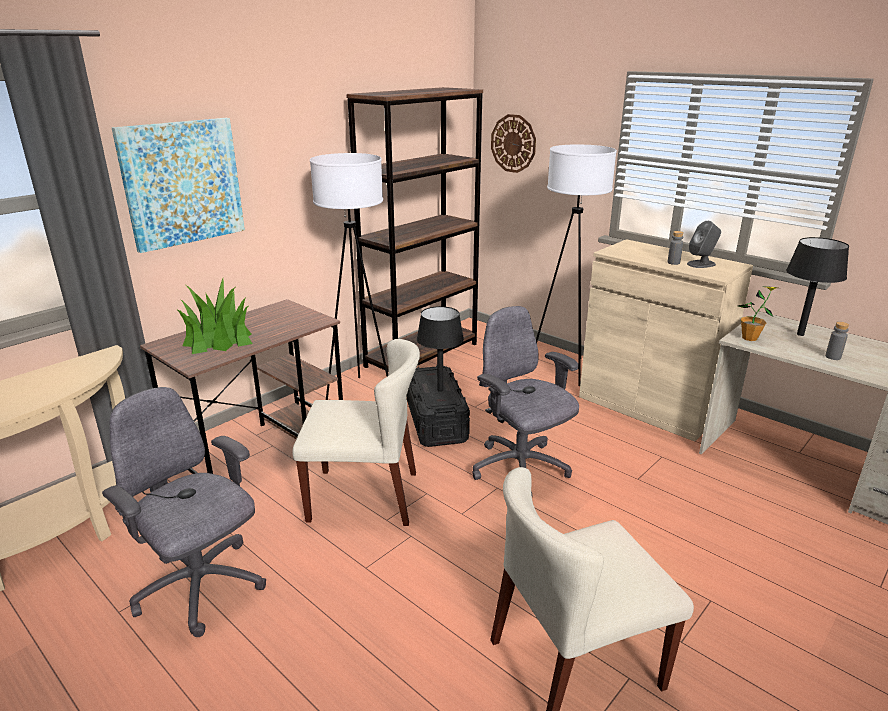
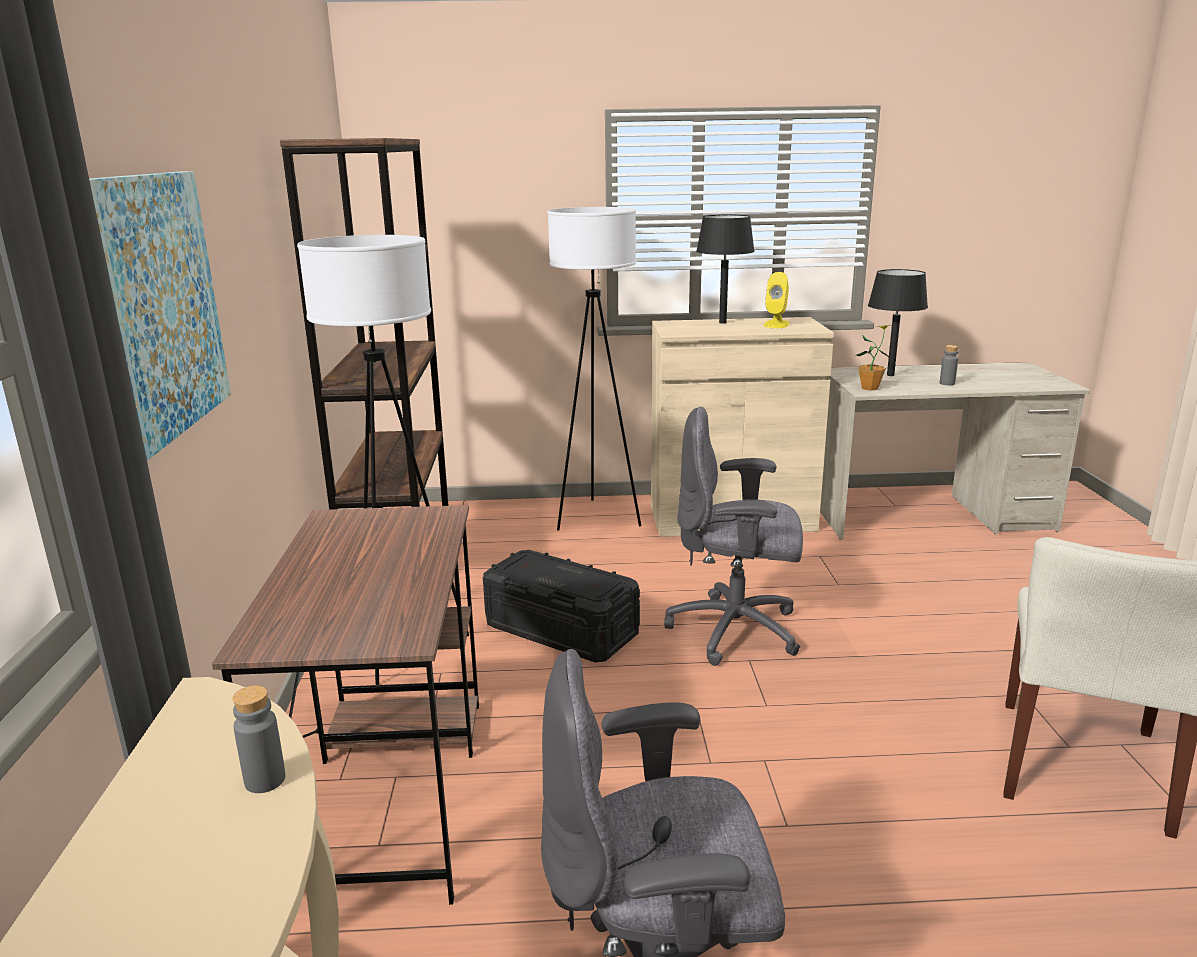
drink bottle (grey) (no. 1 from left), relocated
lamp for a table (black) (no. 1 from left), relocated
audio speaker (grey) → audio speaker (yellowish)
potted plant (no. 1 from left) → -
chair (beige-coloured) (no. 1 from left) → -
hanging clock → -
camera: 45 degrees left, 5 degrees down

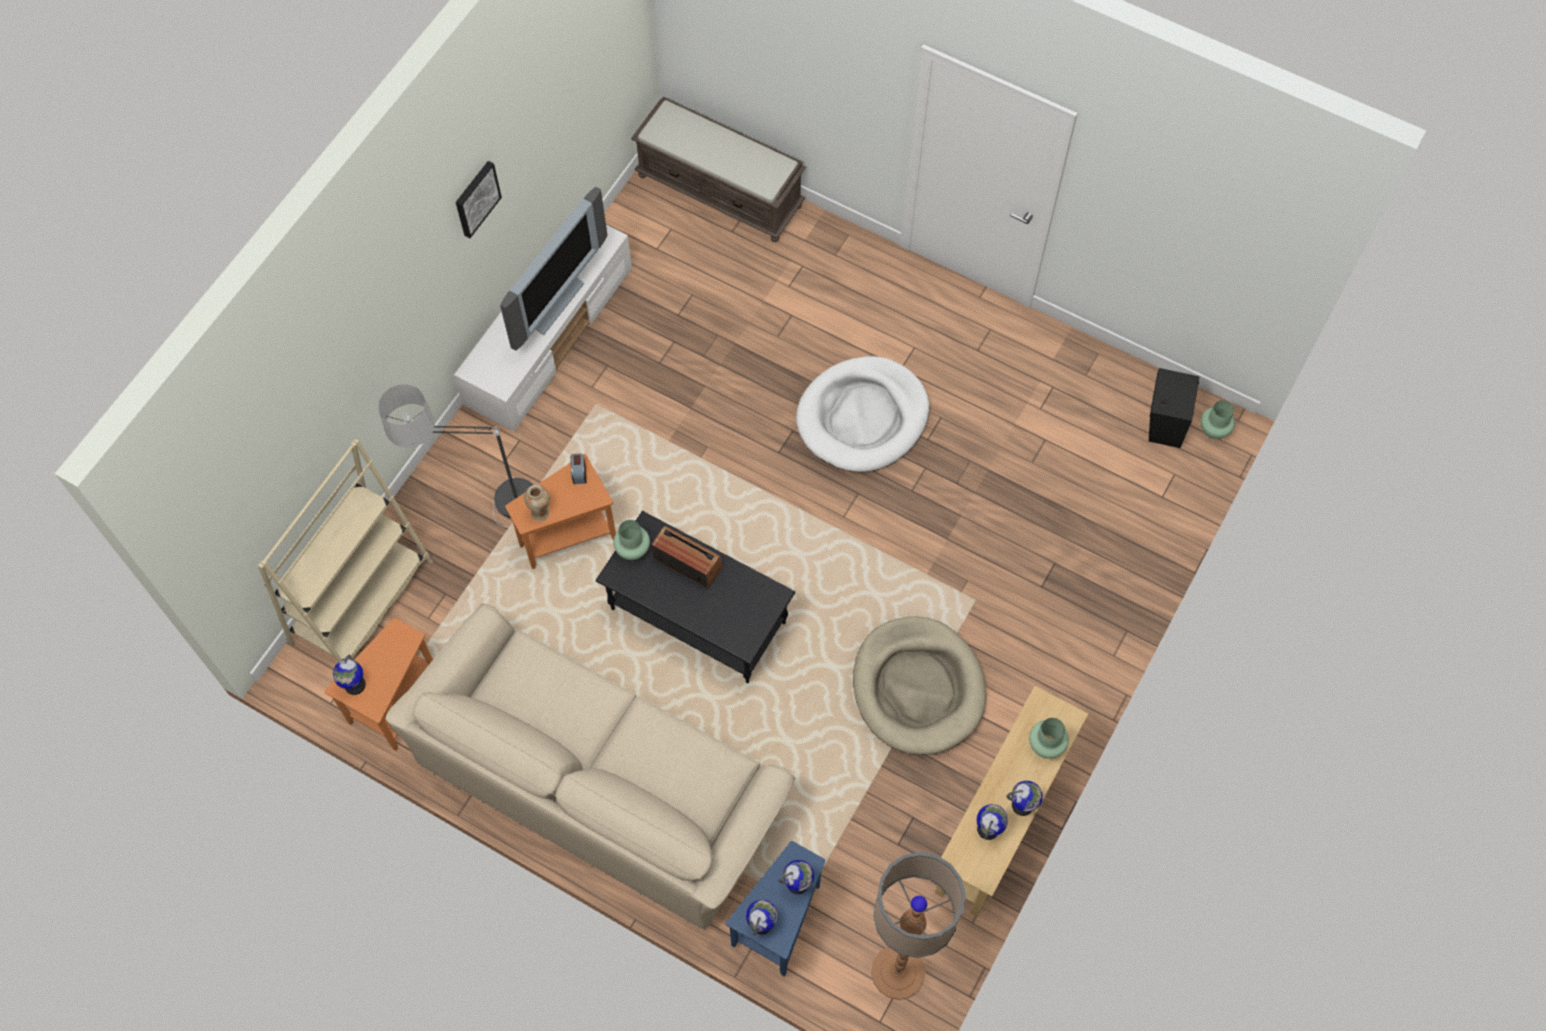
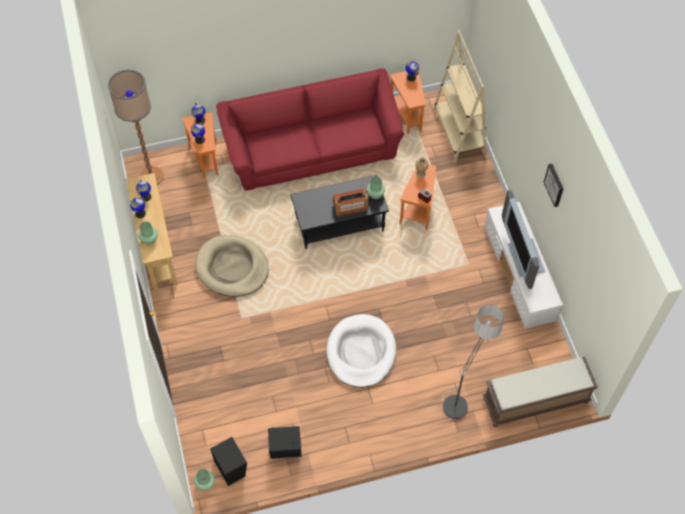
end table (blue-coloured) → end table (orange) (no. 1 from left)
settee (beige-coloured) → settee (reddish)
- → audio speaker (black) (no. 2 from left)
standing lamp (no. 1 from left in the first image) → standing lamp (no. 2 from left), relocated
camera: 135 degrees right, 5 degrees down

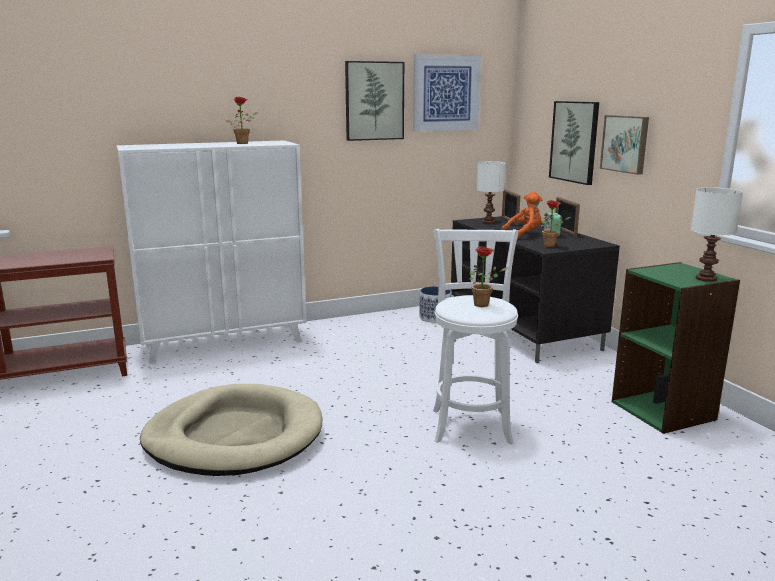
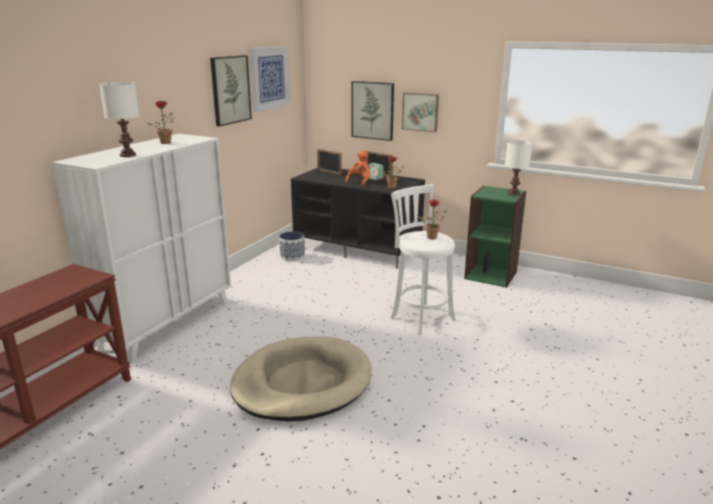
lamp for a table (whitish) (no. 1 from left), relocated
camera: 40 degrees left, 5 degrees up

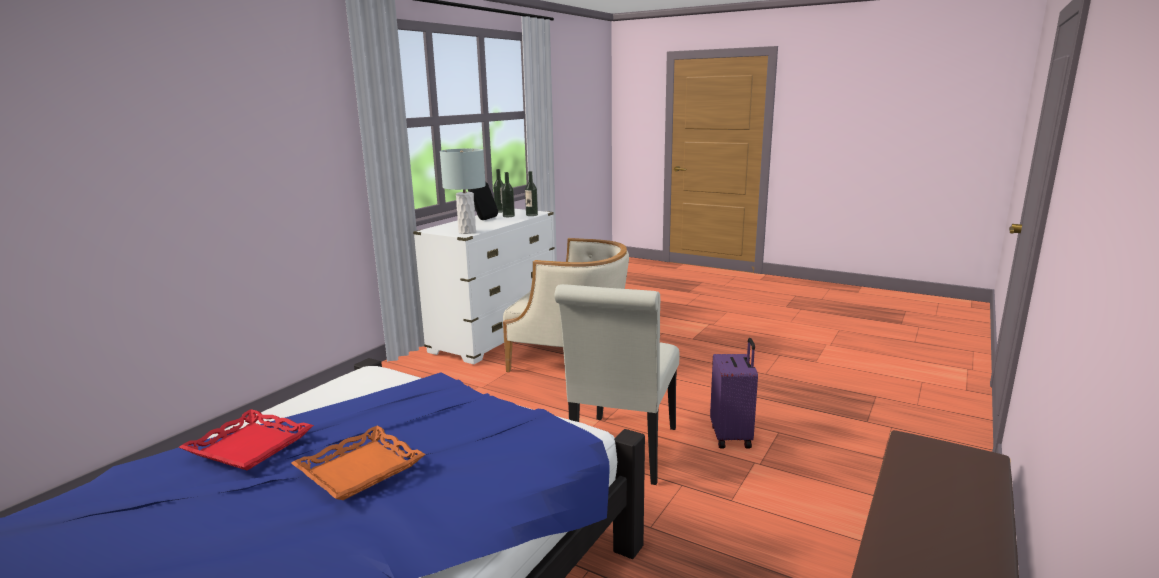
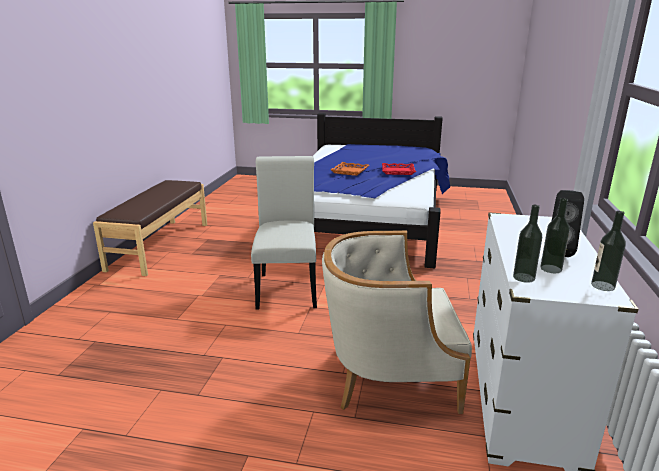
lamp for a table (grey) → -
piece of luggage (purple-coloured) → -
camera: 160 degrees right, 5 degrees up

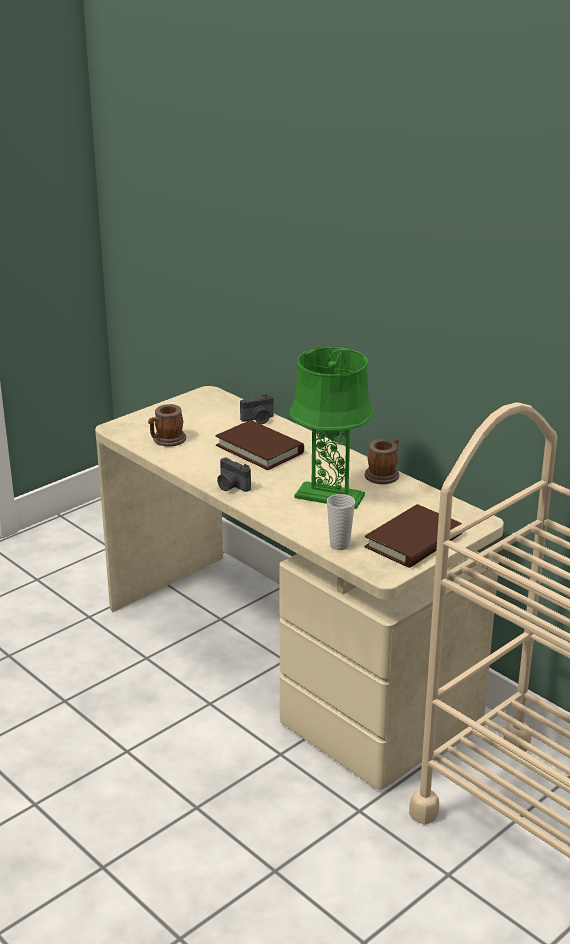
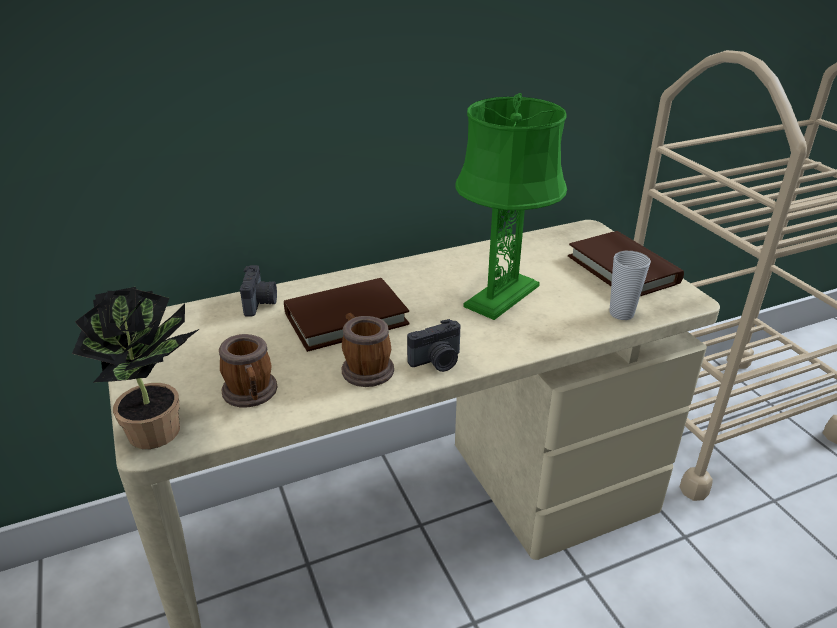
- → potted plant
mug (no. 2 from left), relocated
camera: 70 degrees left, 5 degrees up

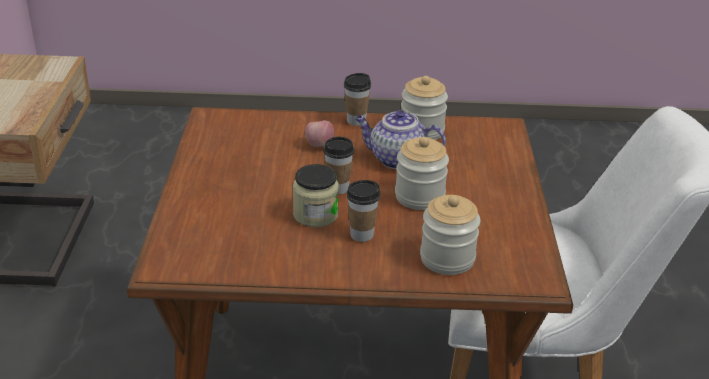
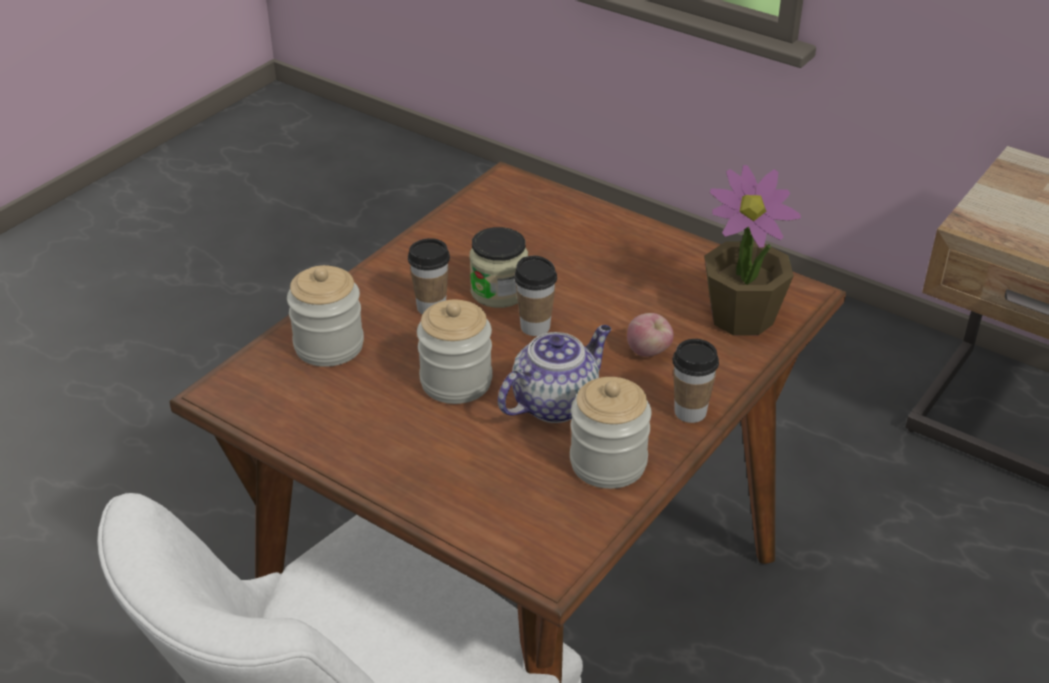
- → potted plant
camera: 125 degrees right, 5 degrees up

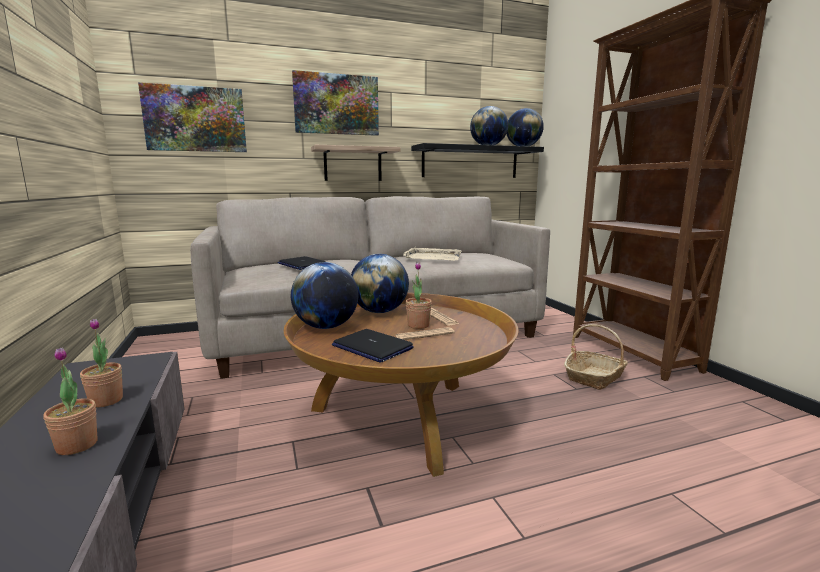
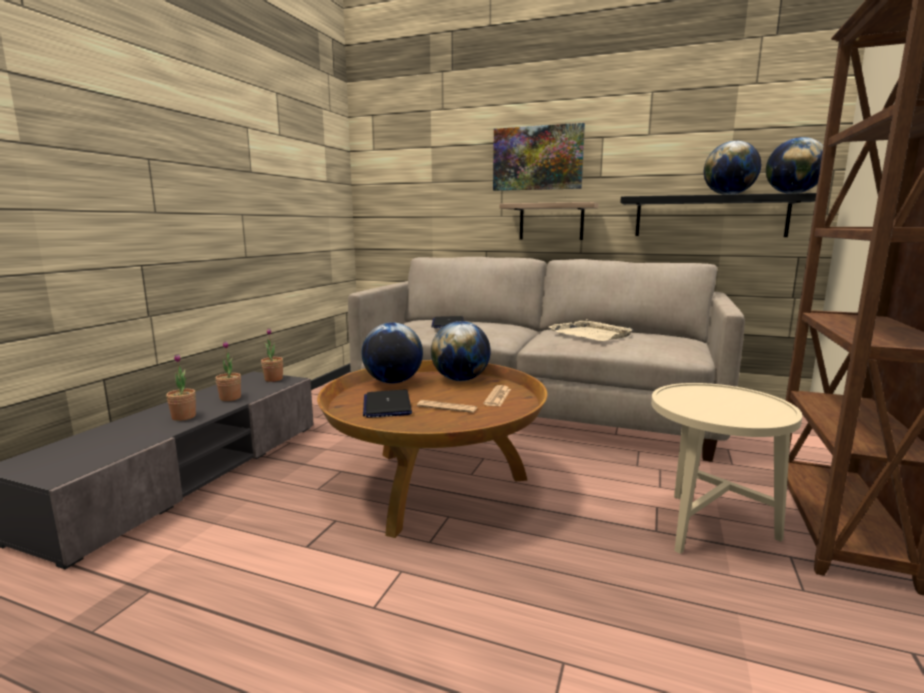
potted plant (no. 3 from left), relocated
household basket → end table (beige-coloured)
wall art (no. 1 from left) → -
camera: 40 degrees right, 0 degrees up

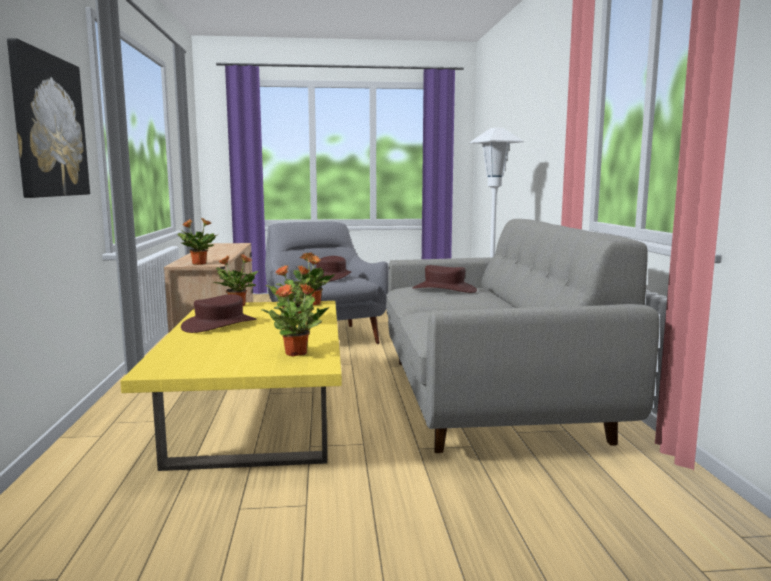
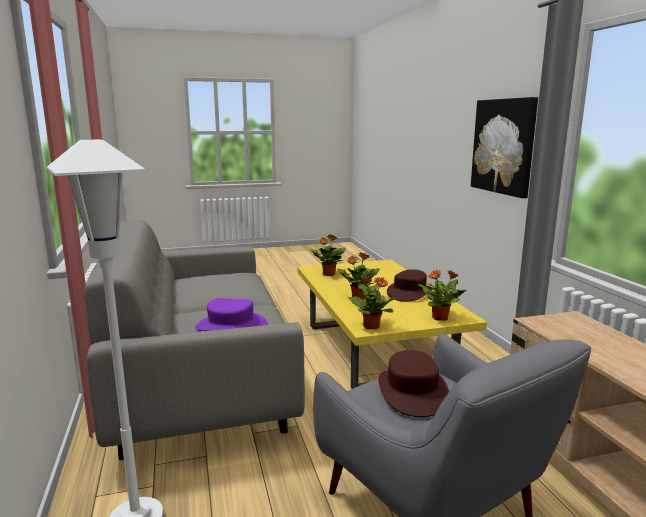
wearable hat (brown) (no. 3 from left) → wearable hat (purple-coloured)
potted plant (no. 1 from left) → -
camera: 170 degrees right, 5 degrees up

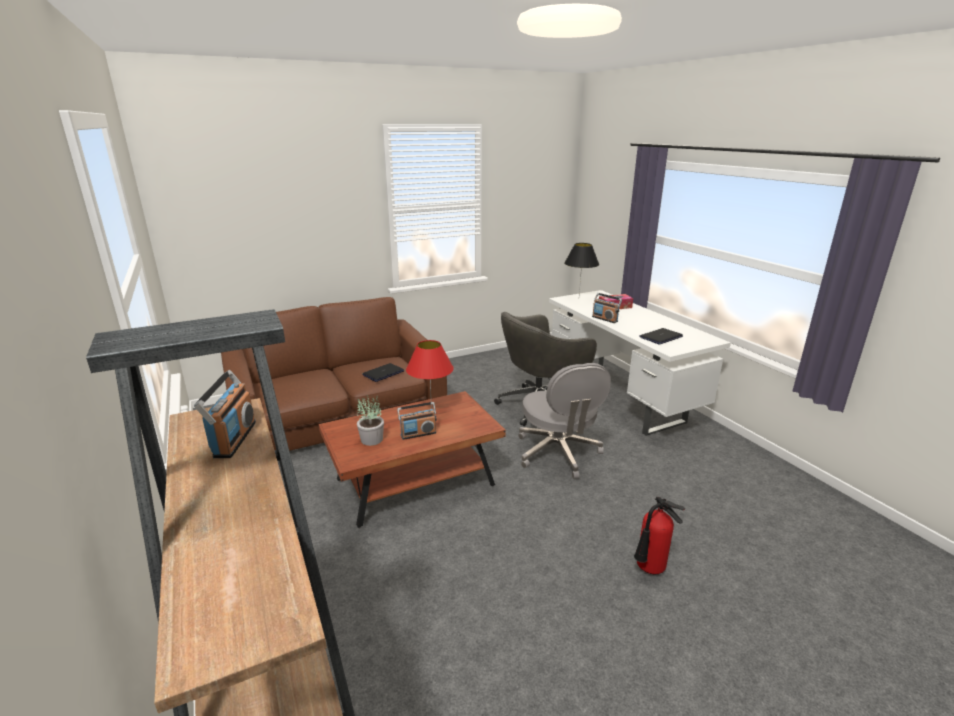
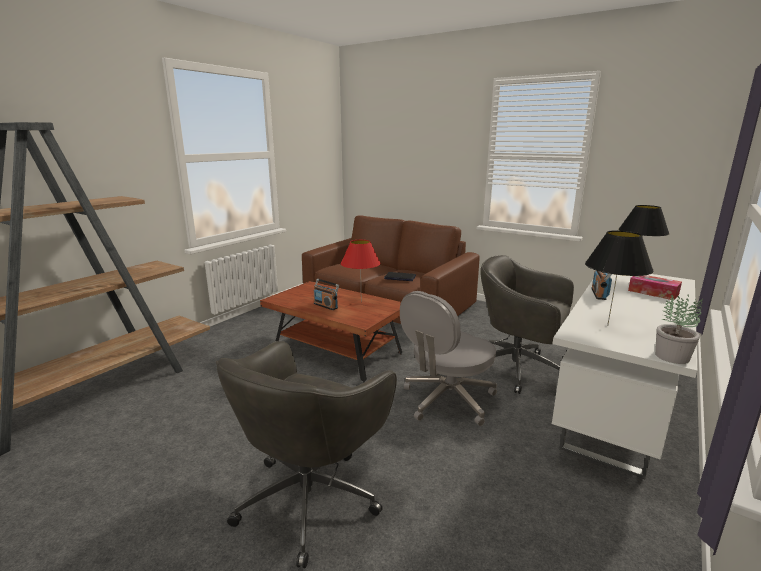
fire extinguisher → computer chair (grey) (no. 1 from left)
notebook computer (no. 2 from left) → lamp for a table (black) (no. 1 from left)
potted plant, relocated
radio receiver (no. 1 from left) → -
camera: 60 degrees right, 5 degrees down

